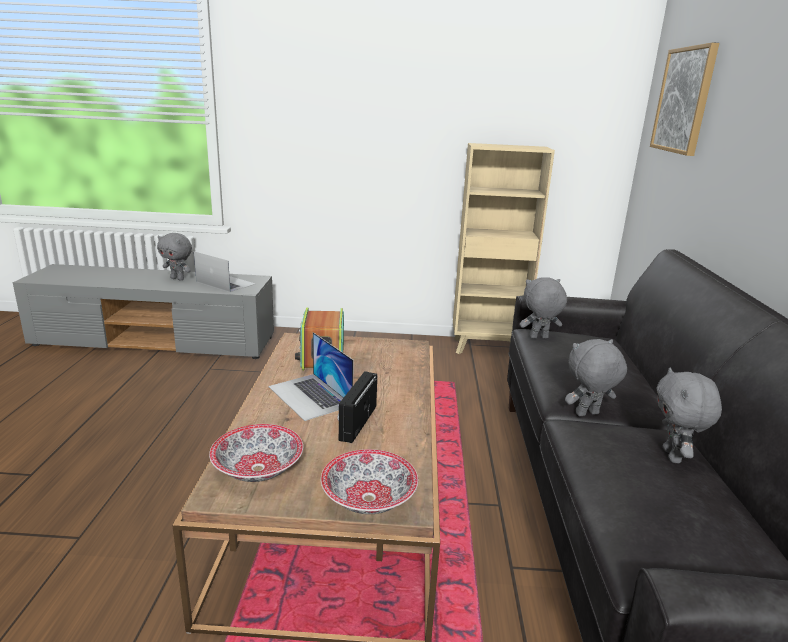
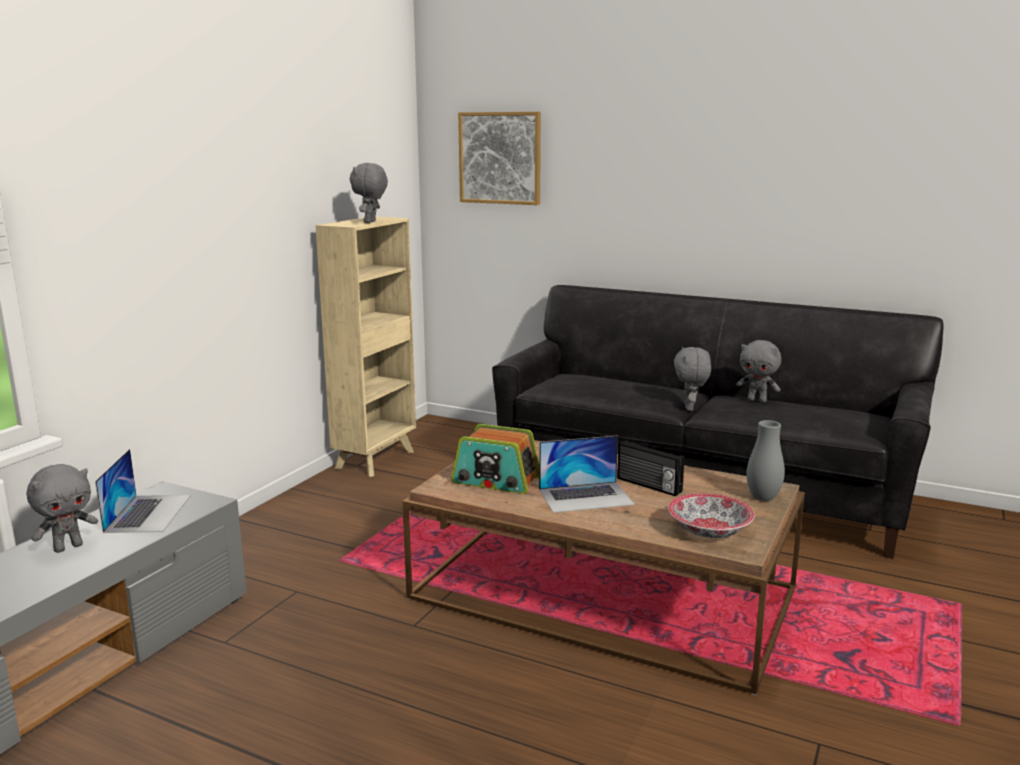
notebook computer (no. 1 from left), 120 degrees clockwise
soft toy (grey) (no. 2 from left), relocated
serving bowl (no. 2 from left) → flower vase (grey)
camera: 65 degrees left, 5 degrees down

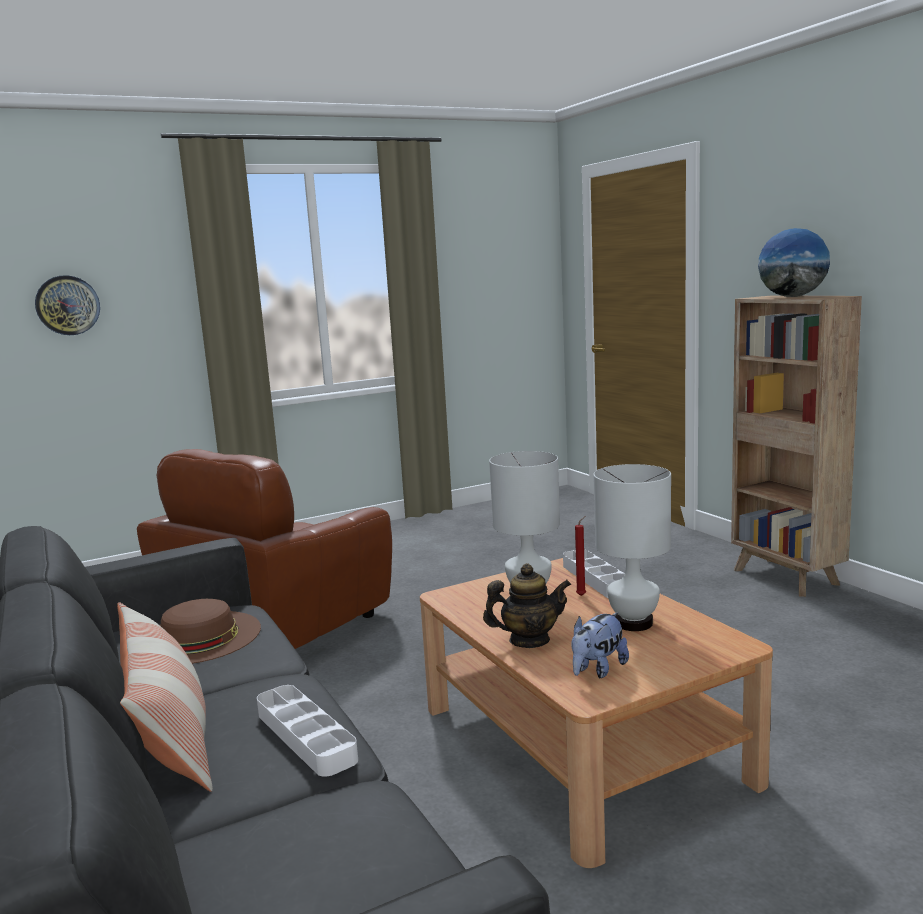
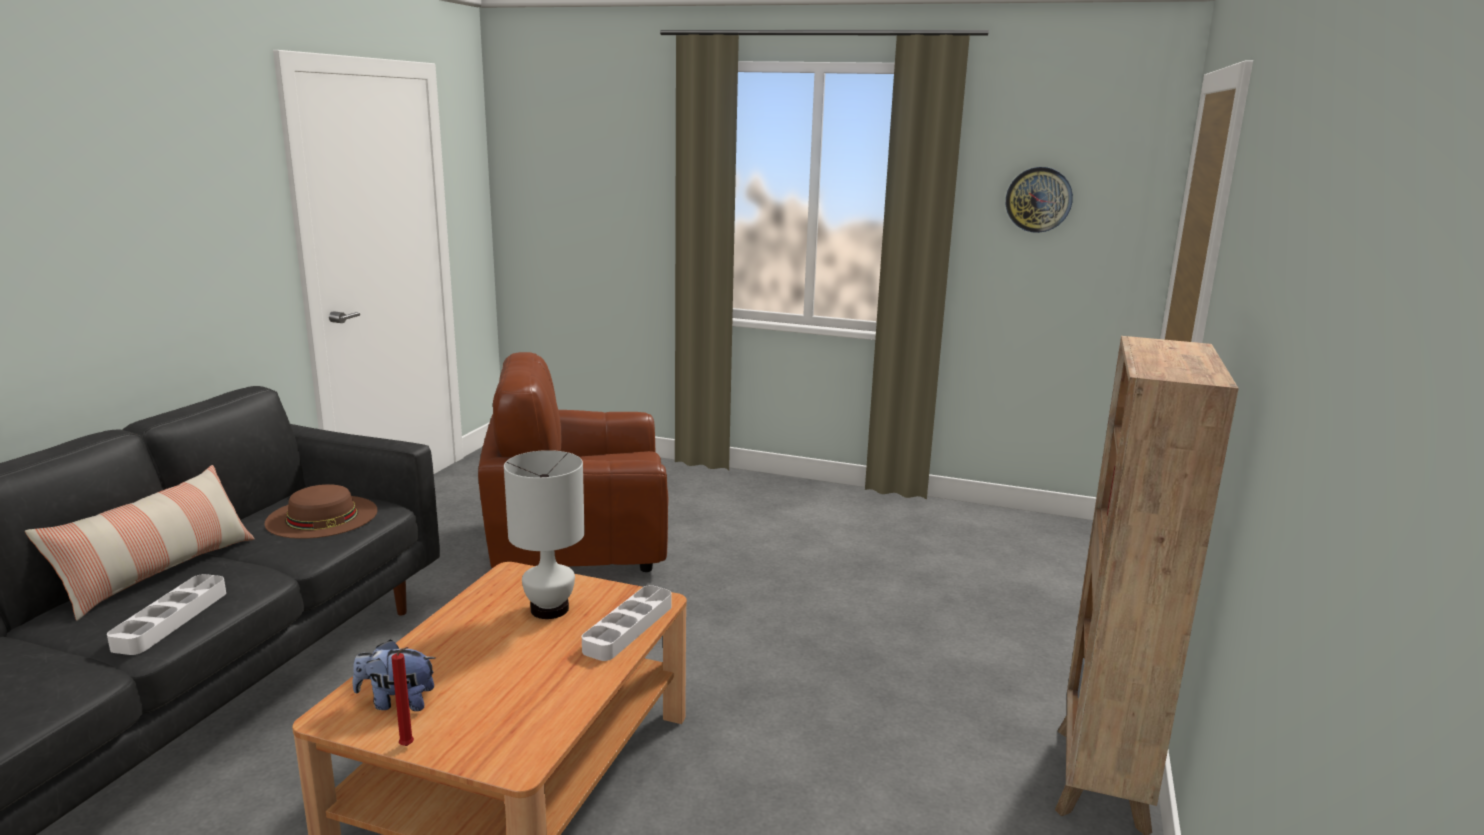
candle (reddish), relocated
hanging clock, relocated
teapot → -
lamp for a table (whitish) (no. 2 from left) → -
desk globe → -
camera: 45 degrees right, 5 degrees up

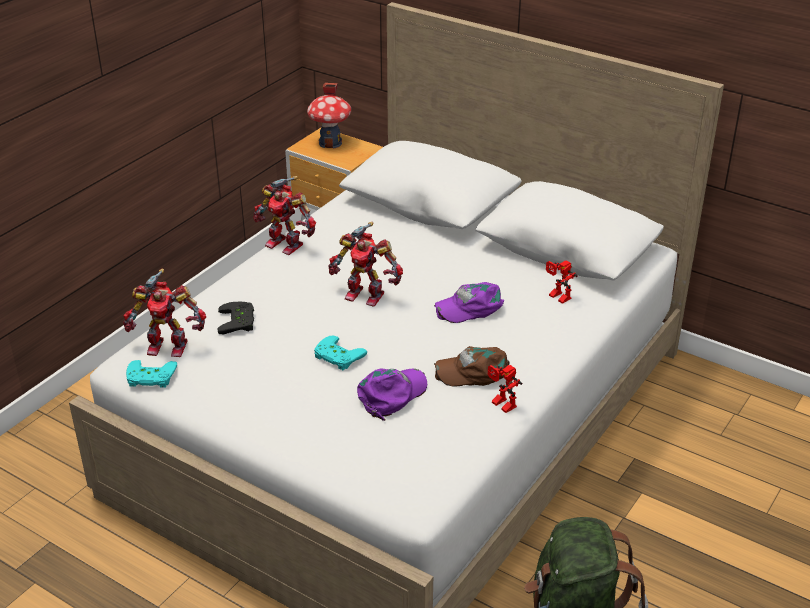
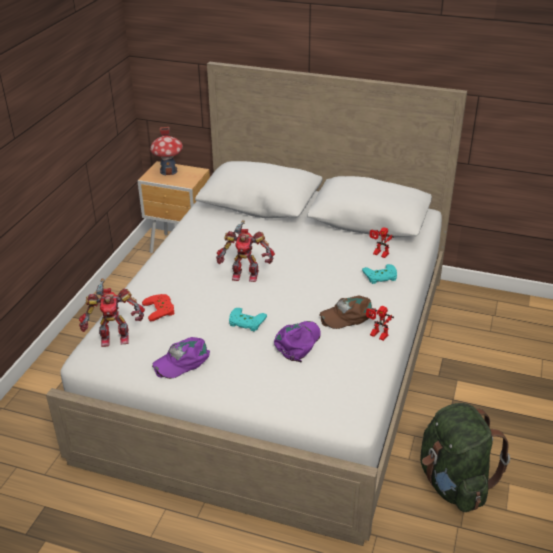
joypad (black) → joypad (reddish)
cap (purple-coloured) (no. 2 from left in the first image) → cap (purple-coloured) (no. 1 from left), relocated
joypad (turquoise-coloured) (no. 1 from left in the first image) → joypad (turquoise-coloured) (no. 2 from left), relocated
toy robot (no. 2 from left) → -
camera: 15 degrees left, 0 degrees up

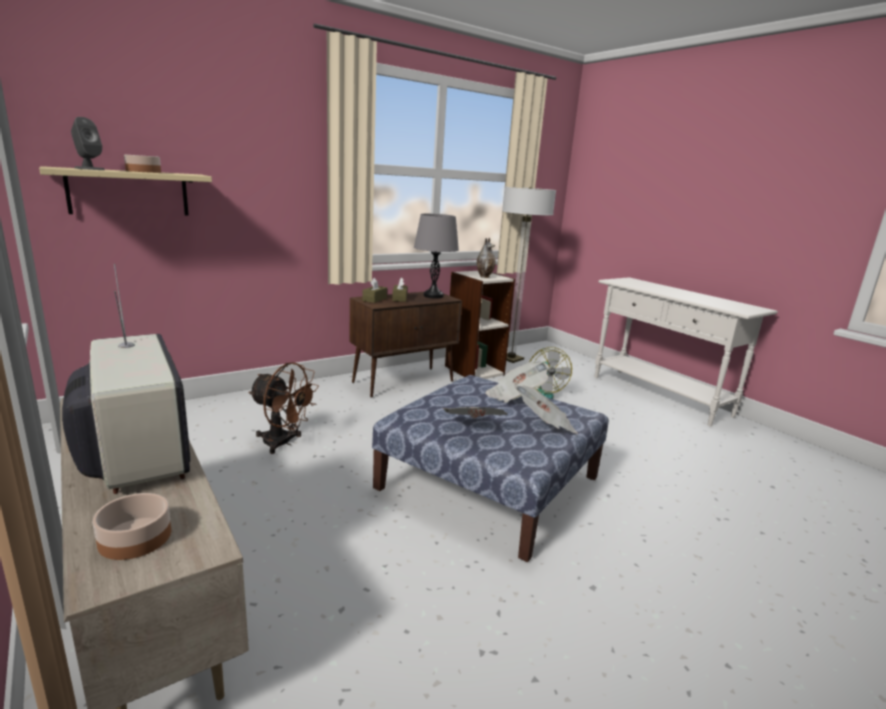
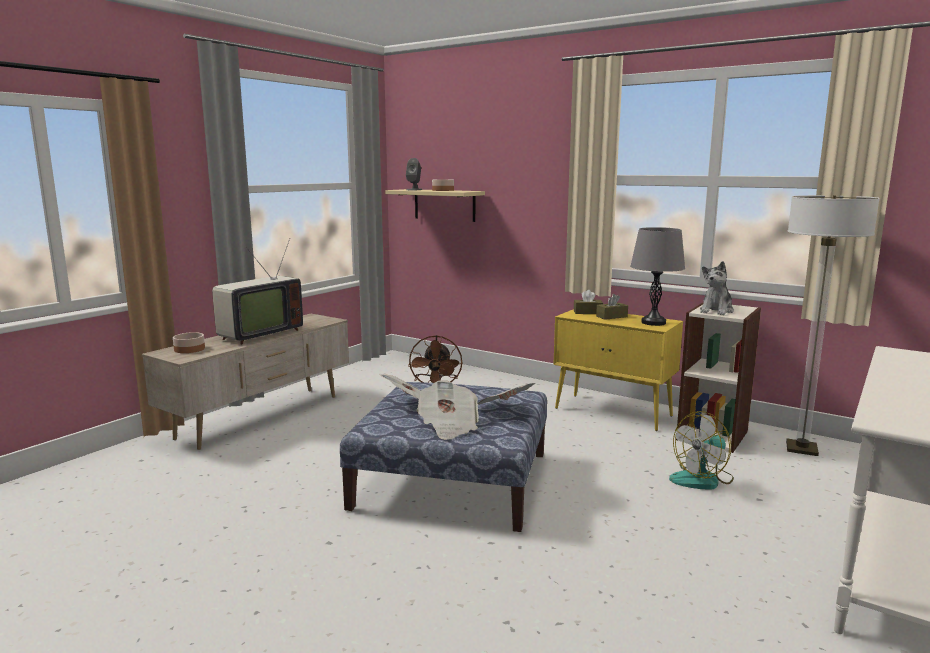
storage cabinet (brown) → storage cabinet (yellowish)
flower vase → soft toy
camera: 70 degrees right, 5 degrees down

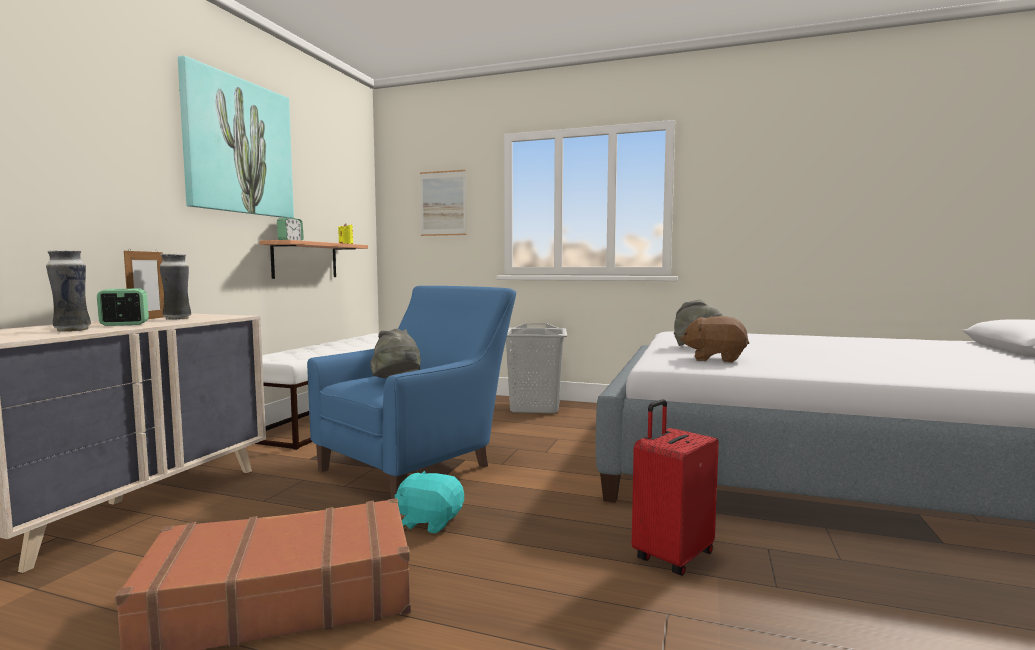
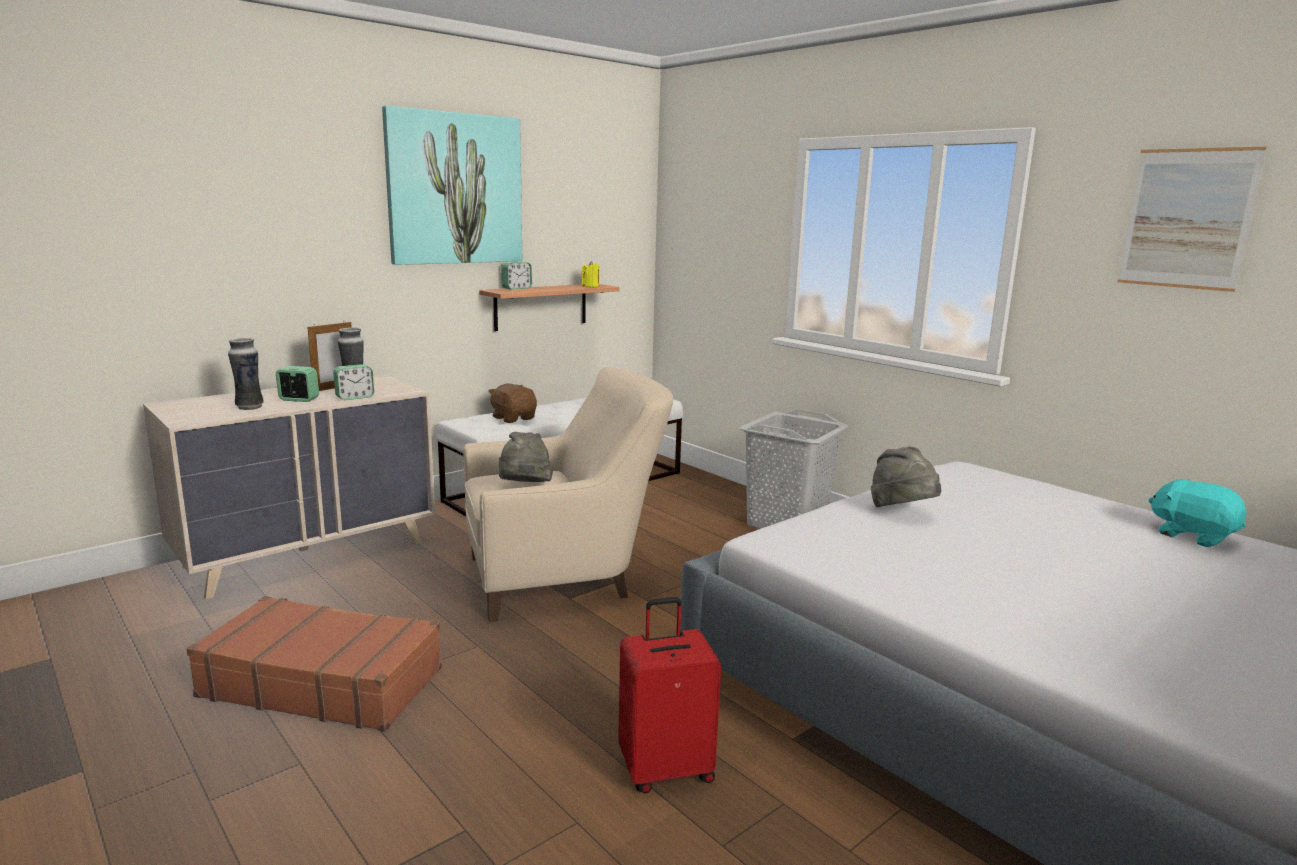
- → table clock (no. 2 from left)
easy chair (blue-coloured) → easy chair (beige-coloured)
soft toy (brown), relocated
wall art (no. 2 from left), relocated
soft toy (turquoise-coloured), relocated
camera: 30 degrees right, 10 degrees up

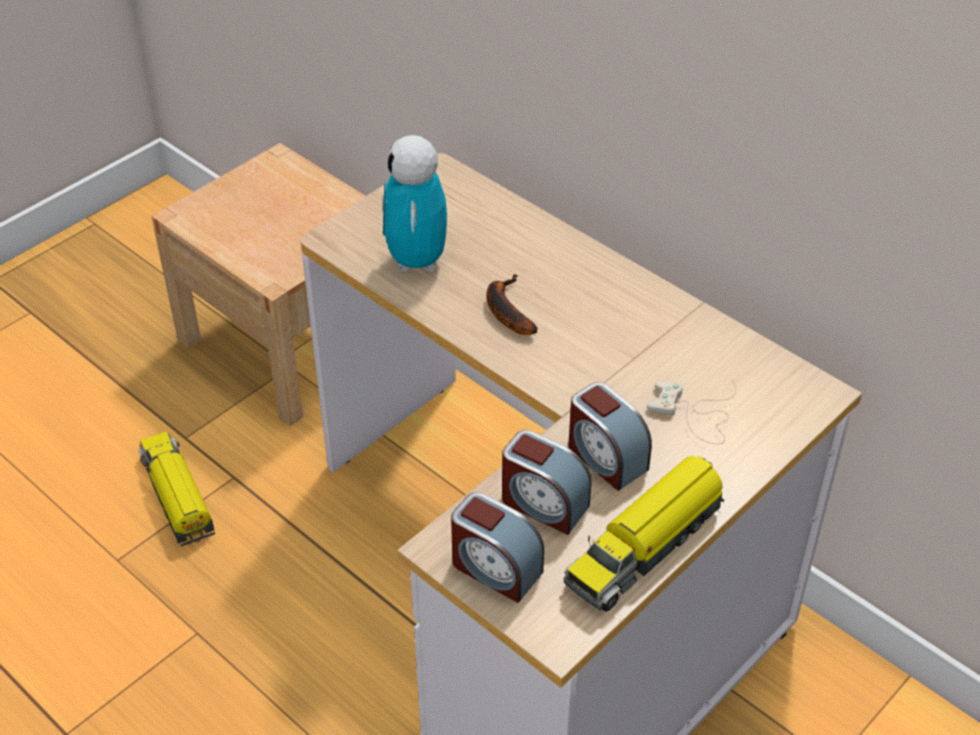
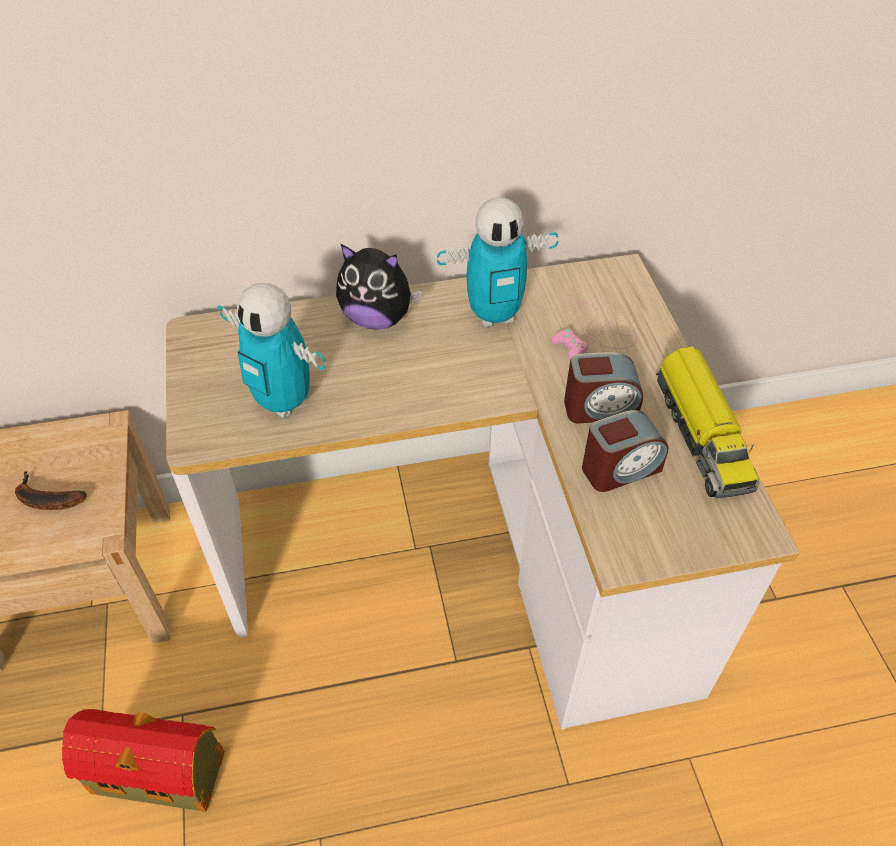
banana, relocated
model truck (no. 1 from left) → model house
- → soft toy
- → toy robot (no. 2 from left)
joypad (whitish) → joypad (pinkish)
table clock (no. 1 from left) → -
camera: 55 degrees left, 5 degrees up

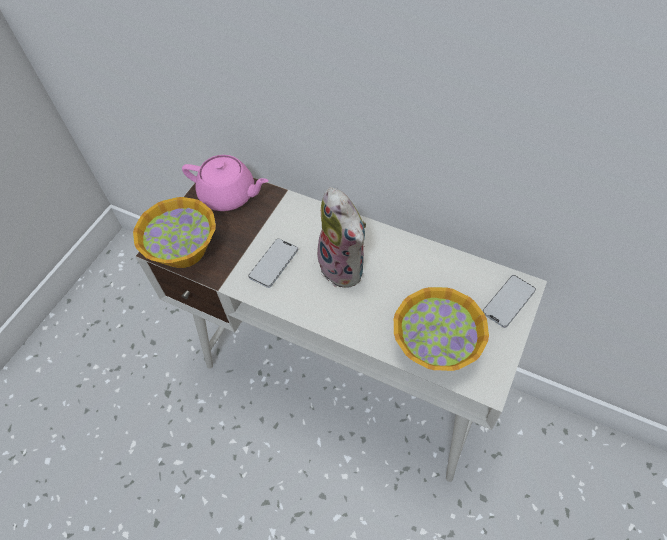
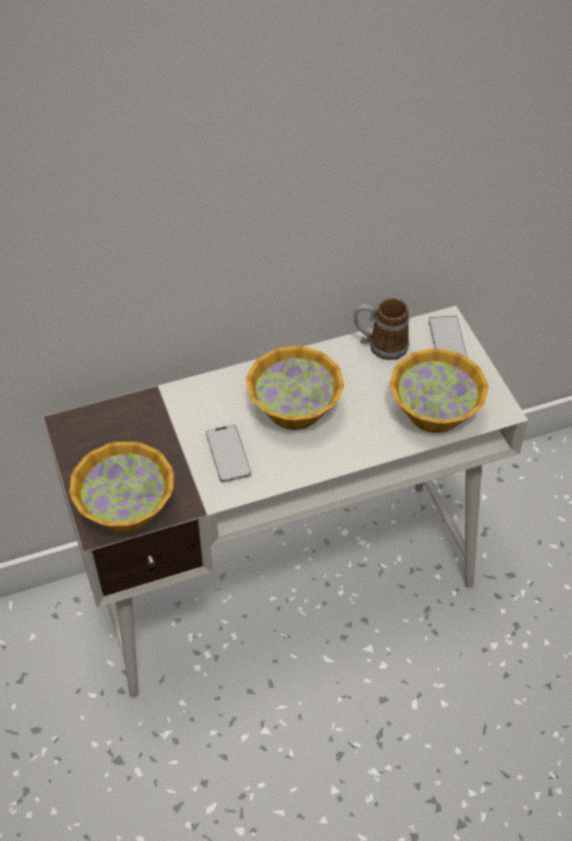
soft toy → serving bowl (no. 2 from left)
- → mug
teapot (pinkish) → -
camera: 50 degrees left, 5 degrees down

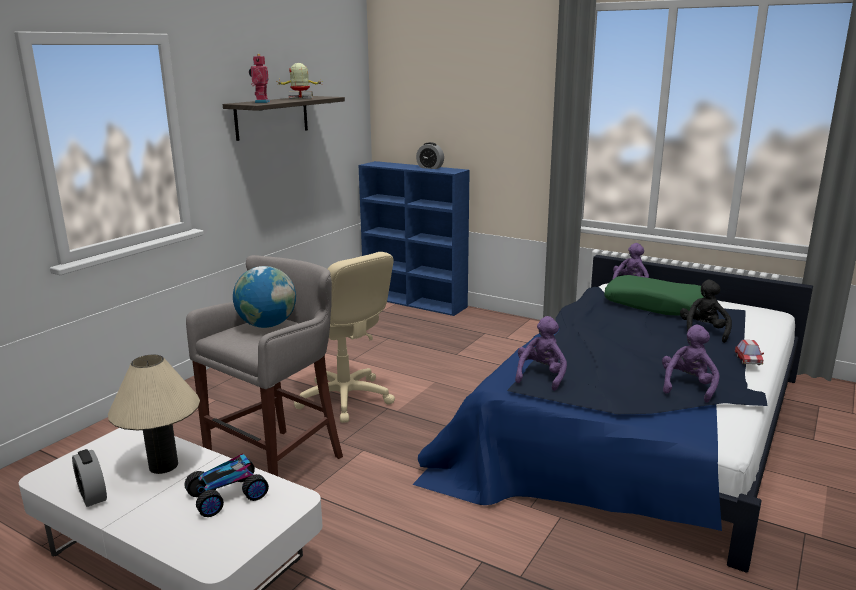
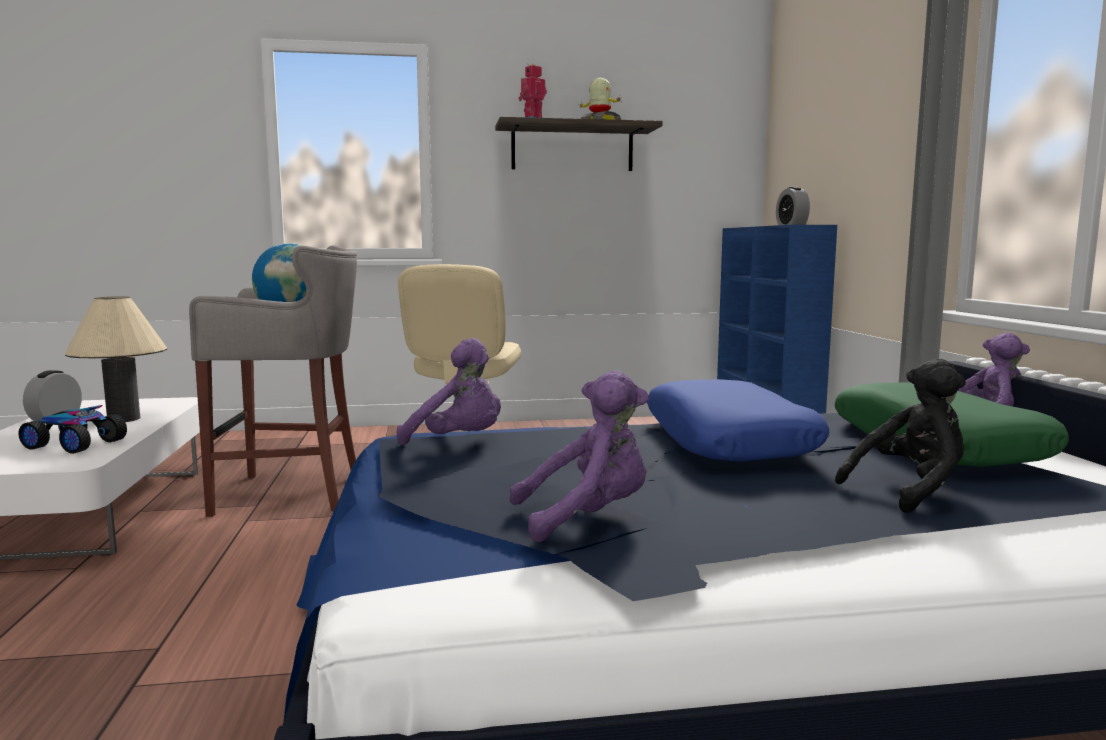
soft toy (purple-coloured) (no. 1 from left), 45 degrees clockwise
- → cushion (blue-coloured)
miniature car (no. 2 from left) → -
camera: 50 degrees right, 10 degrees down

